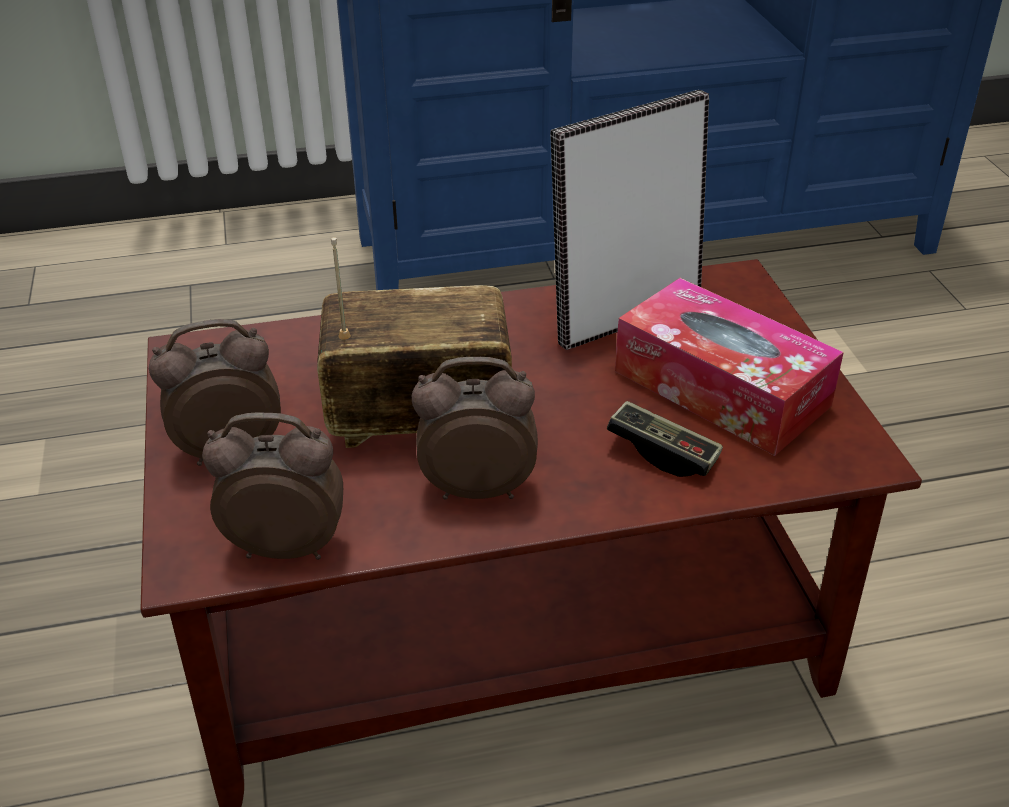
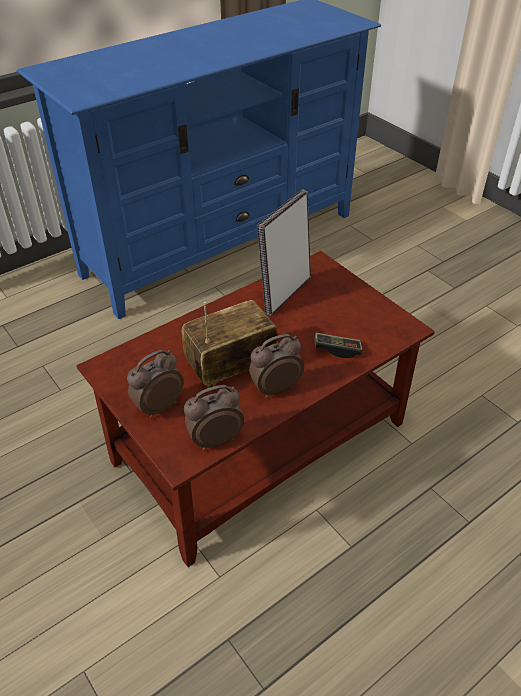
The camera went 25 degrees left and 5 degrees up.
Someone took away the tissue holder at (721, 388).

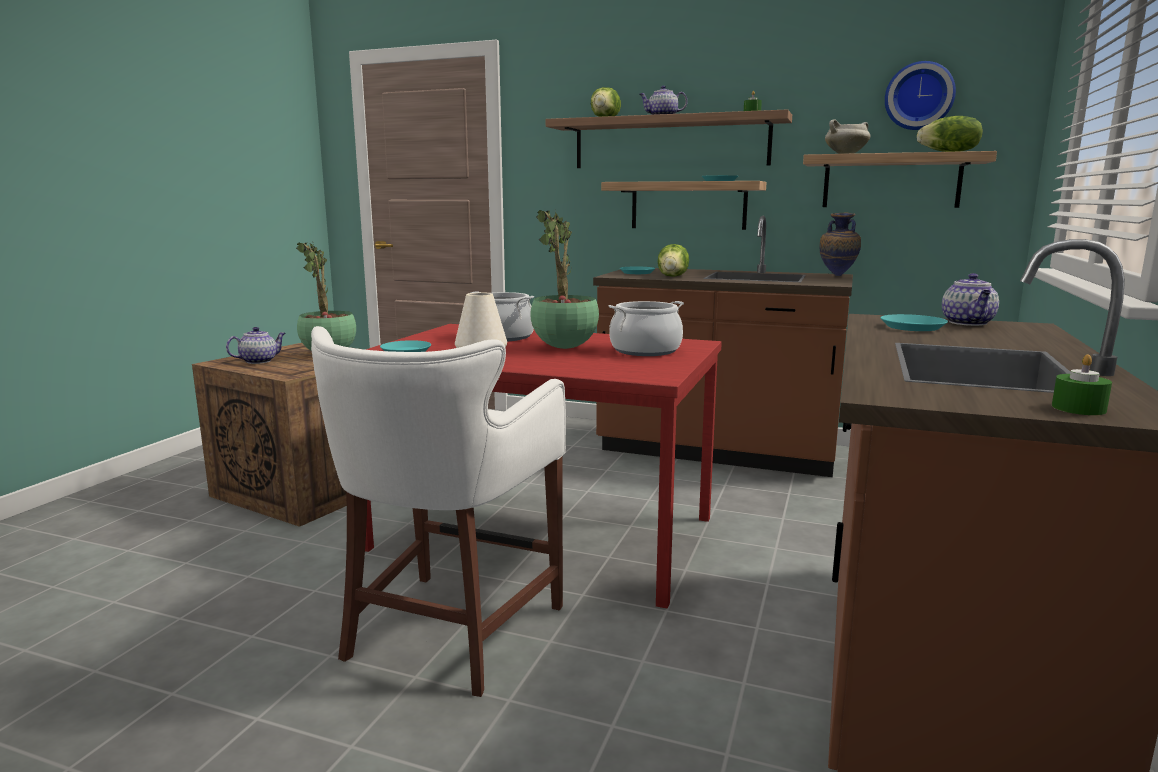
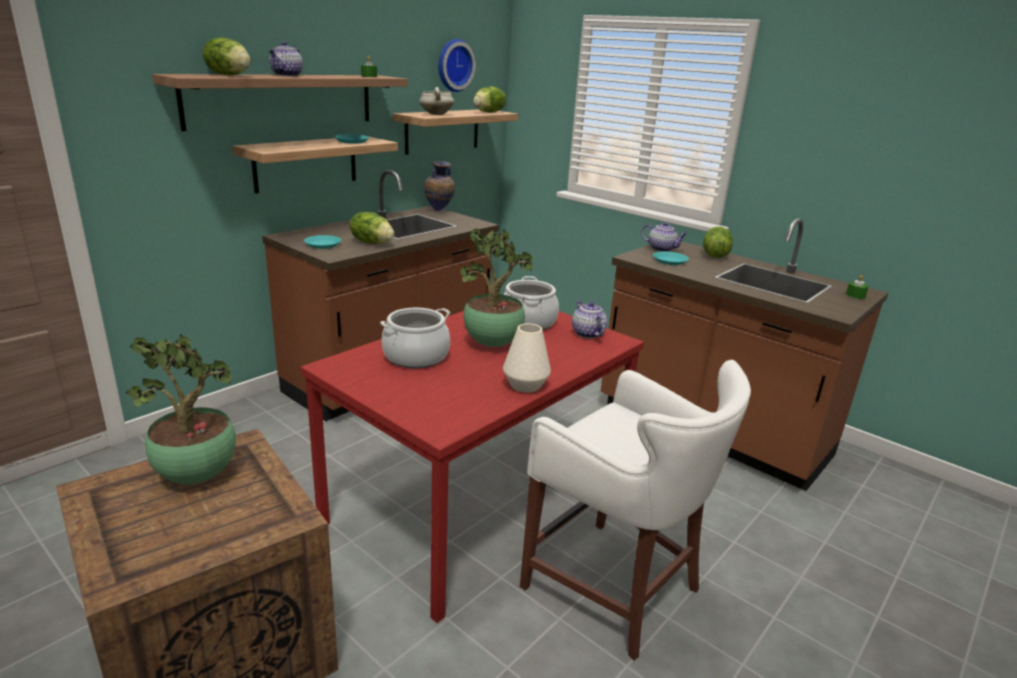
The camera went 70 degrees left and 10 degrees up.
Someone took away the blue-green dinner plate at (406, 351).
Someone put down the lettuce head at (714, 255).
Someone carried the teapot from (259, 361) to (587, 333).

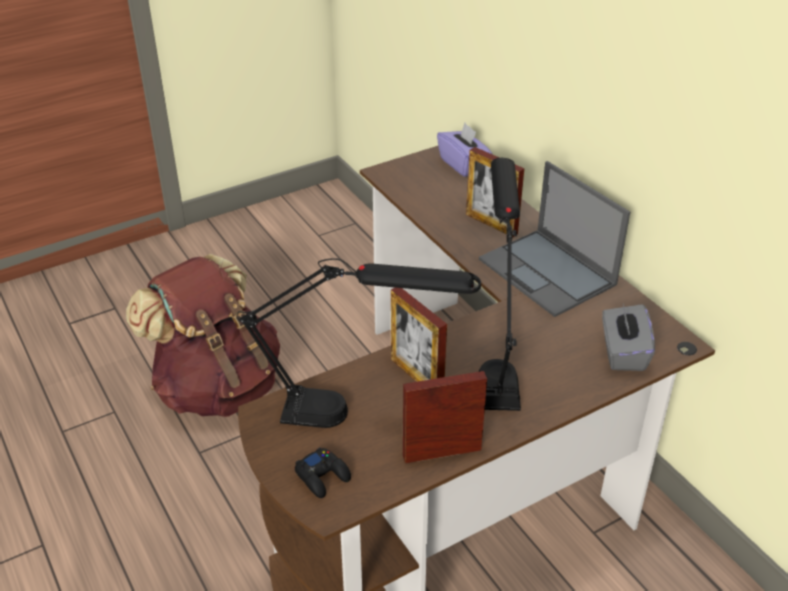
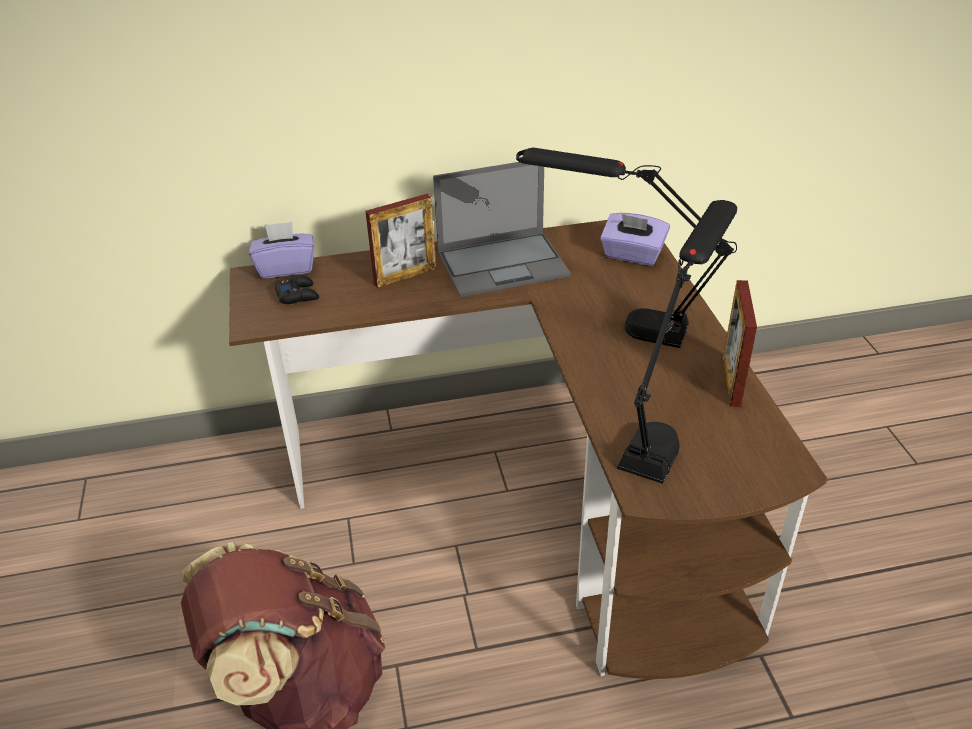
The camera went 70 degrees left and 0 degrees up.
Someone took away the picture frame at (416, 376).
Someone carried the black gamepad from (323, 476) to (298, 295).
Someone repainted the grey tissue holder at (623, 353), which became the purplish tissue holder at (632, 255).

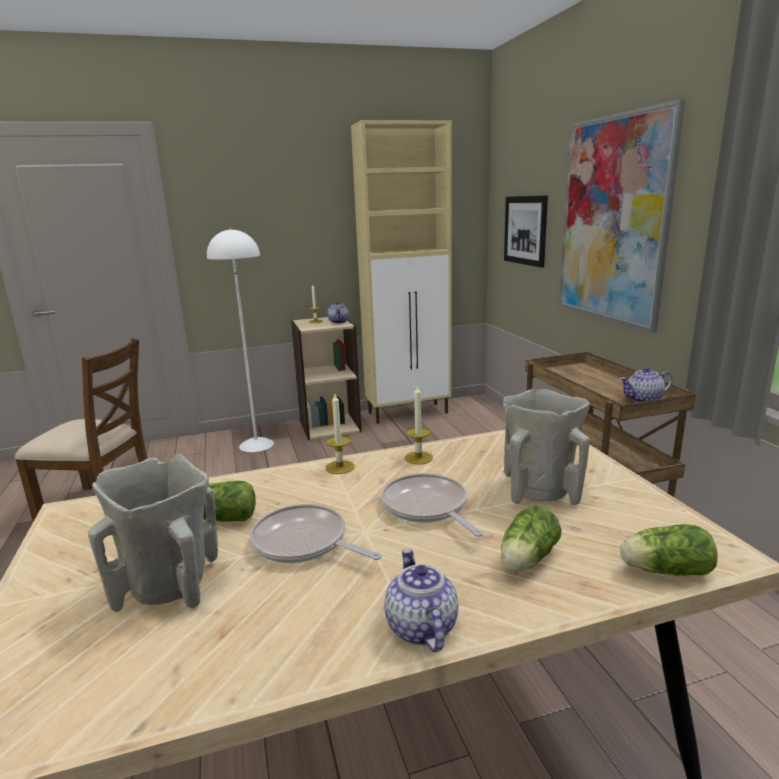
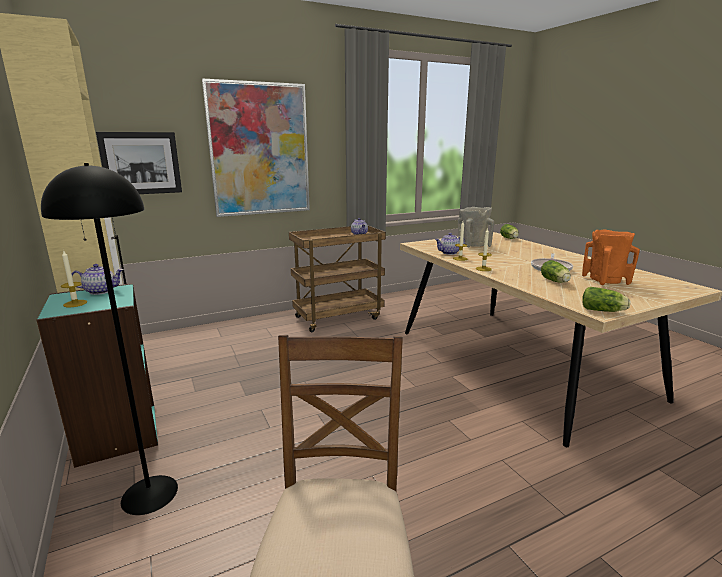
The camera went 100 degrees left and 0 degrees up.
Someone took away the pan at (427, 507).
Someone carried the teapot from (420, 627) to (449, 253).
Someone carried the lettuce head from (526, 560) to (604, 311).
Someone repainted the sand-coloured vase at (170, 587), which became the orange vase at (605, 281).
Someone repainted the whitish standard lamp at (257, 445), which became the black standard lamp at (150, 493).
Someone repainted the sand-coloured bookshelf at (329, 426), which became the blue-green bookshelf at (117, 434).

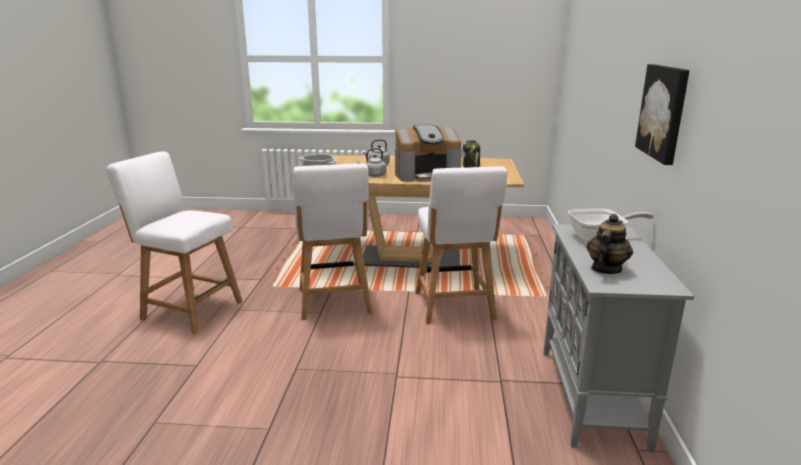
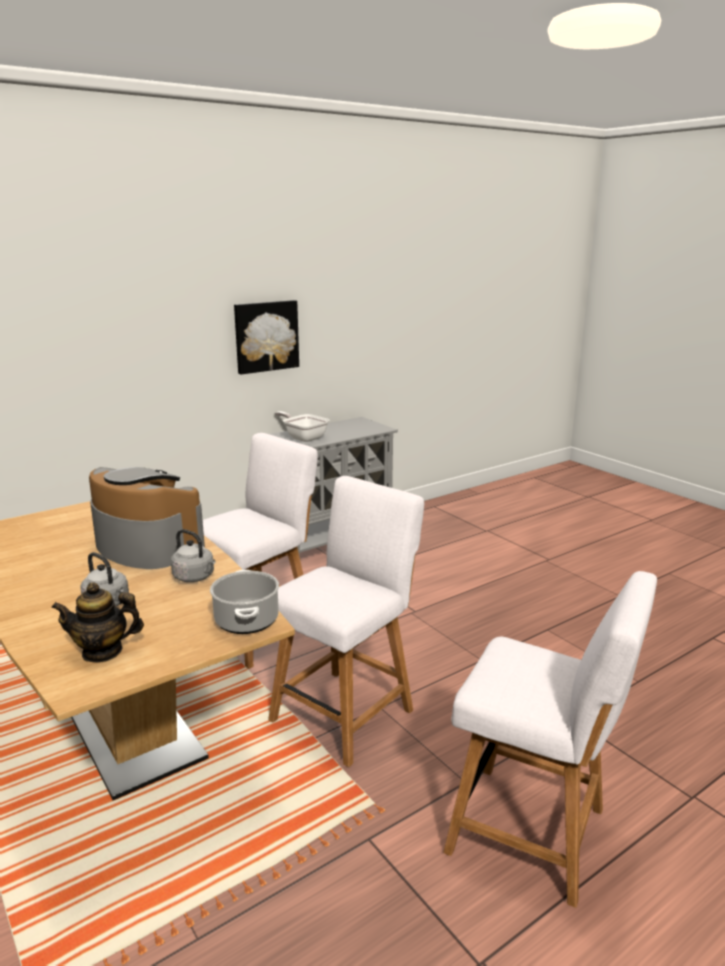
The camera went 130 degrees left and 0 degrees up.
Someone took away the storage jar at (471, 166).
Someone carried the teapot from (605, 269) to (102, 651).
Someone rotated the whitish plain chair at (189, 309) by 45 degrees counterclockwise.

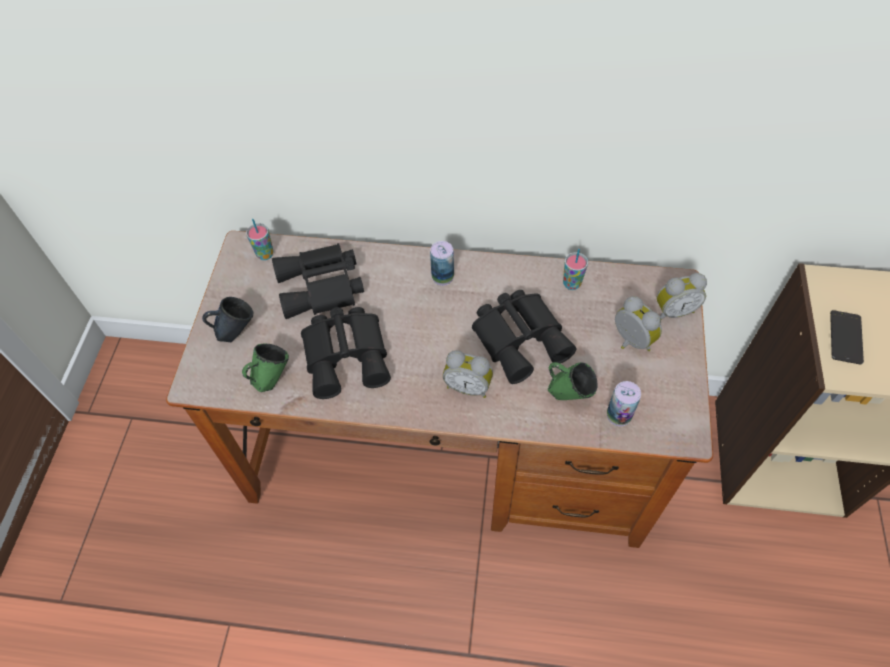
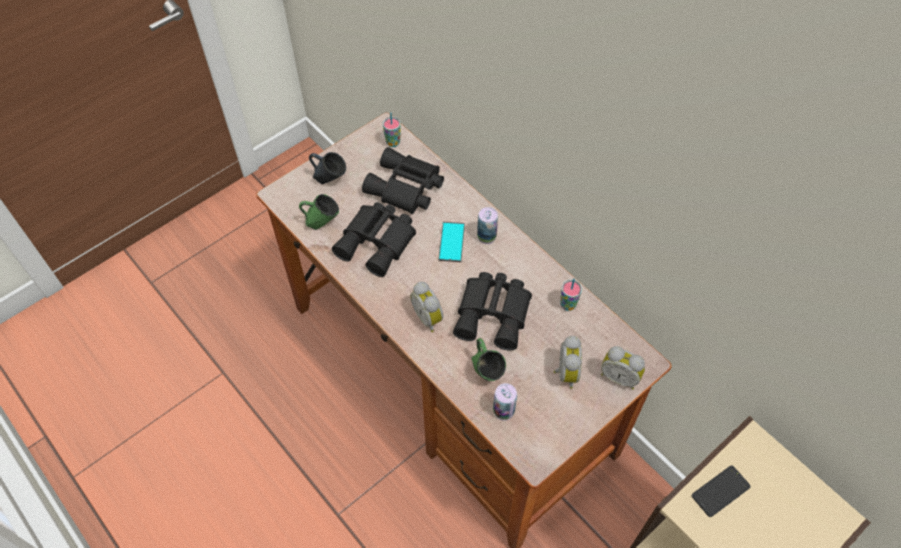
The camera went 40 degrees right and 0 degrees up.
Someone put down the telephone at (451, 242).

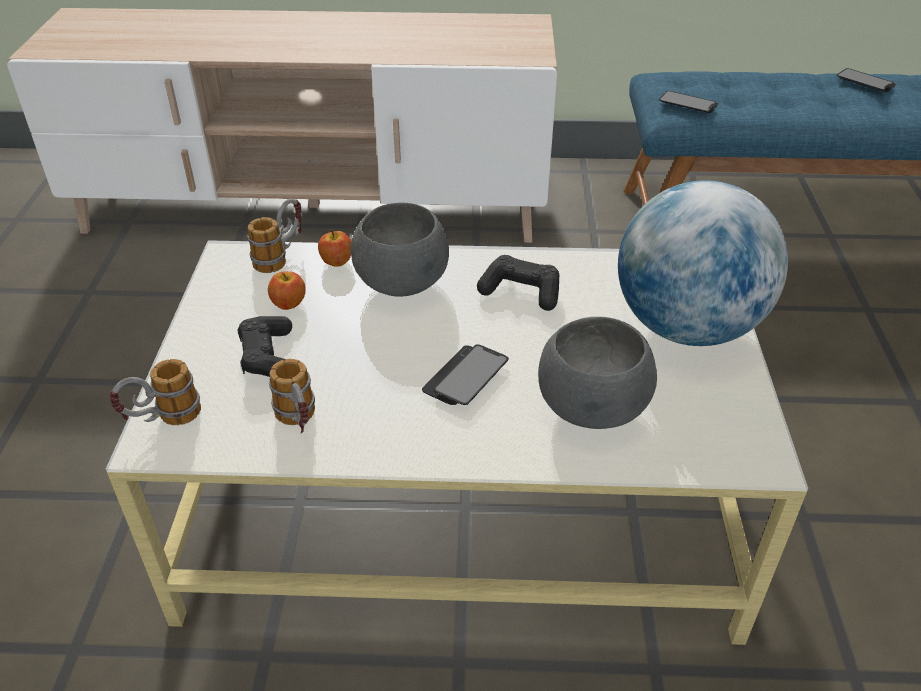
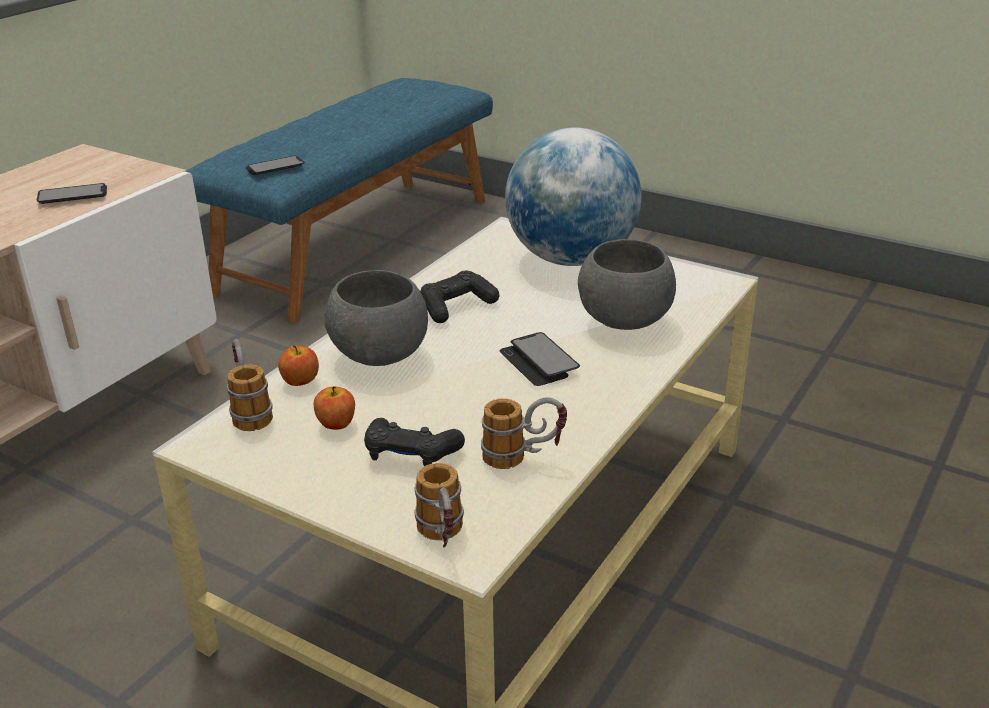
The camera went 60 degrees left and 10 degrees down.
Someone carried the telephone from (865, 82) to (73, 196).

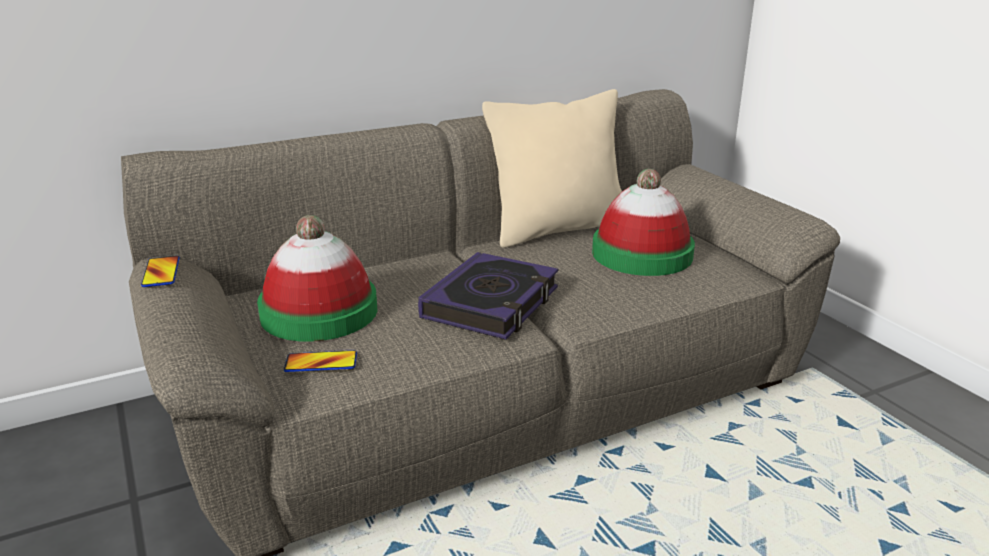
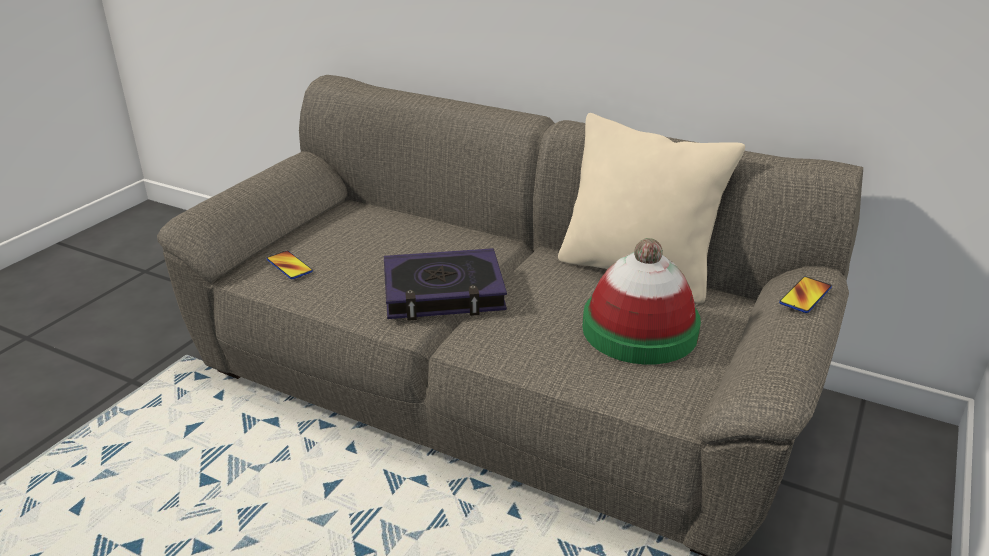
The camera went 55 degrees right and 5 degrees up.
Someone took away the clothing hat at (319, 312).
Someone carried the telephone from (161, 273) to (805, 296).

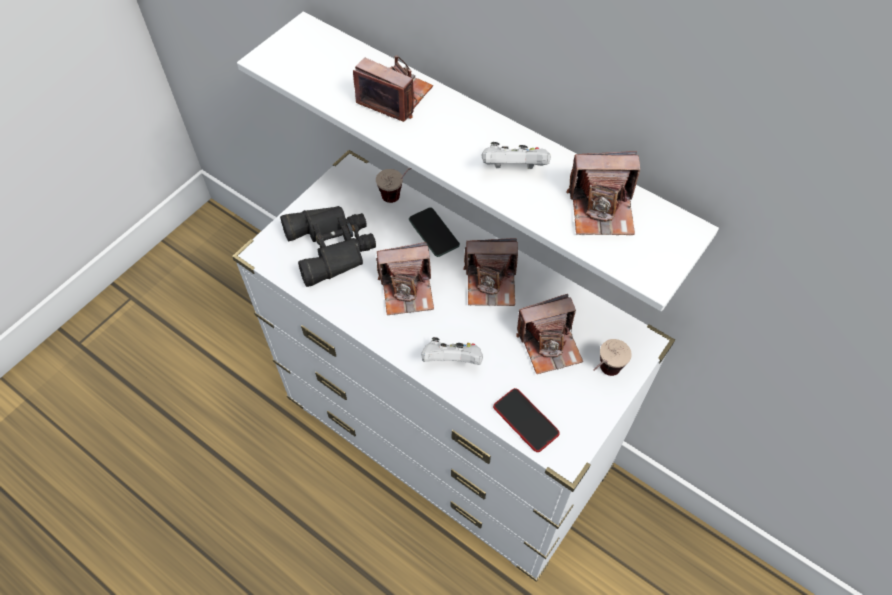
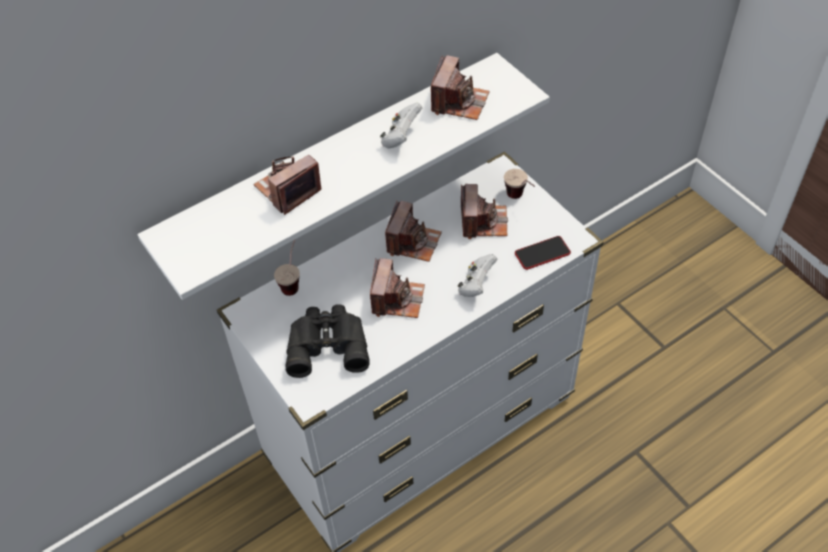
The camera went 70 degrees left and 5 degrees down.
Someone took away the telephone at (434, 232).

